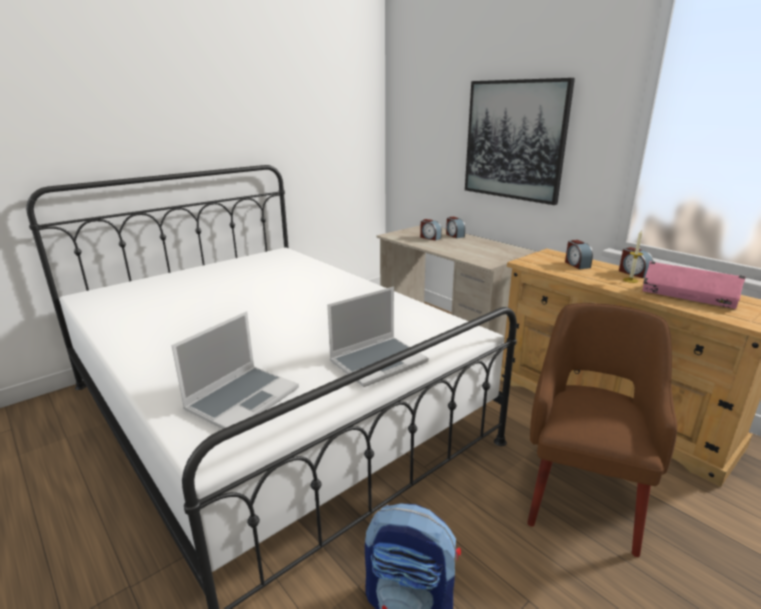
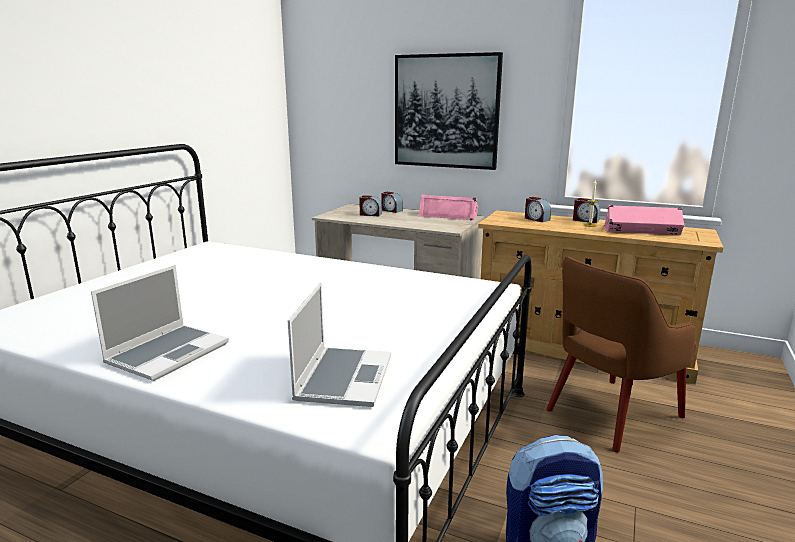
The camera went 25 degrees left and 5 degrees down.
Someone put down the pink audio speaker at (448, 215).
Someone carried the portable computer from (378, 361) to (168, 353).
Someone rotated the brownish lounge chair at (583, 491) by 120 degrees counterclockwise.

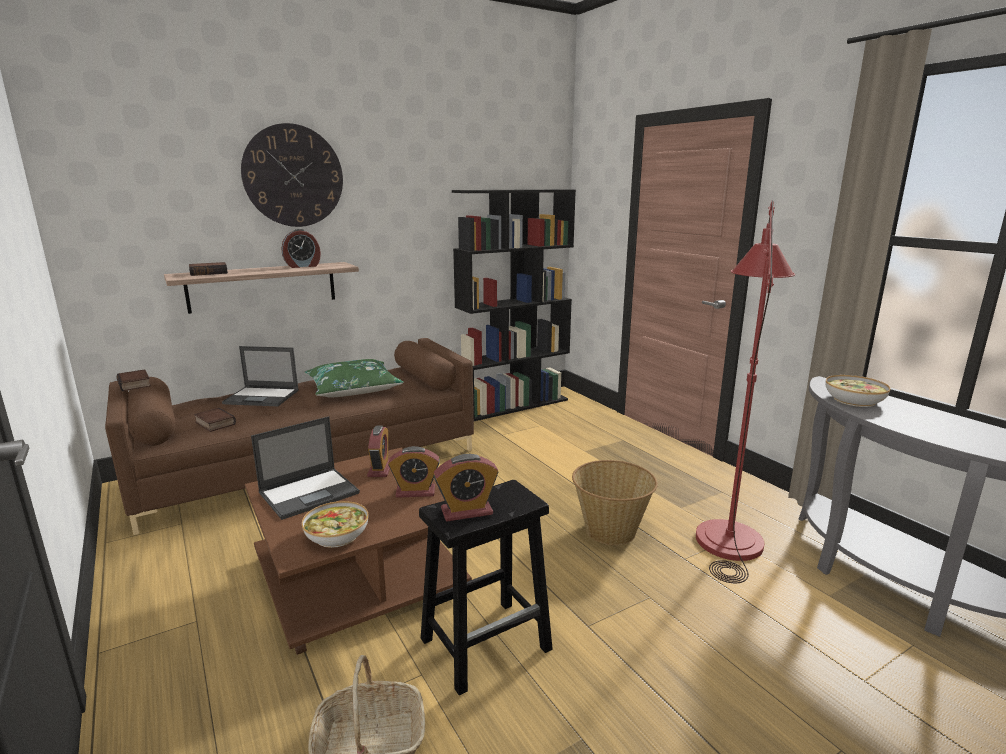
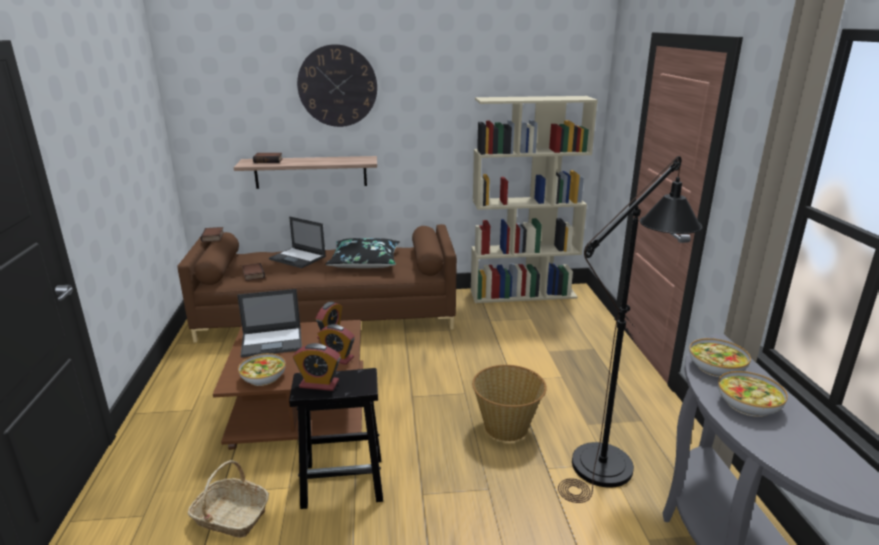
The camera went 25 degrees right and 5 degrees up.
Someone took away the bedside clock at (303, 266).
Someone put down the bowl at (747, 404).
Someone repainted the green pillow at (353, 389), which became the black pillow at (365, 262).
Someone repainted the black bookshelf at (514, 405), which became the sand-coloured bookshelf at (523, 294).
Someone repainted the reddish standard lamp at (729, 531), which became the black standard lamp at (611, 457).

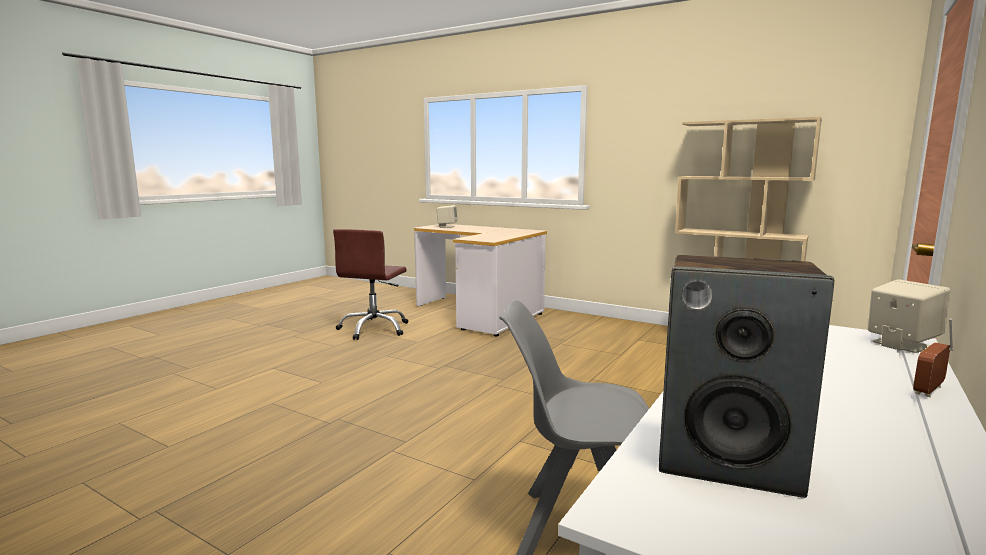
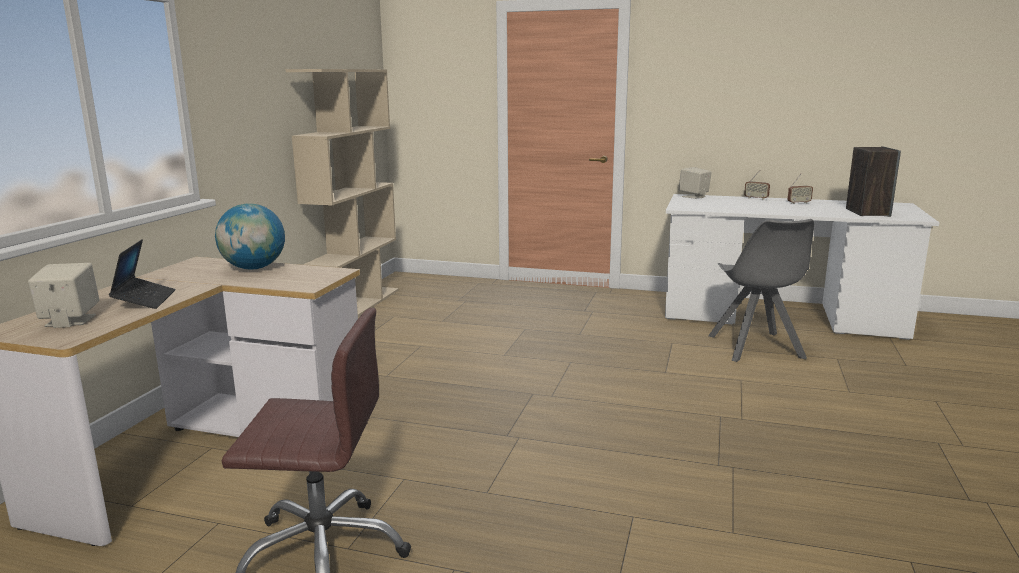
The camera went 105 degrees left and 5 degrees up.
Someone put down the portable computer at (144, 300).
Someone put down the world globe at (254, 268).
Someone put down the radio receiver at (799, 203).

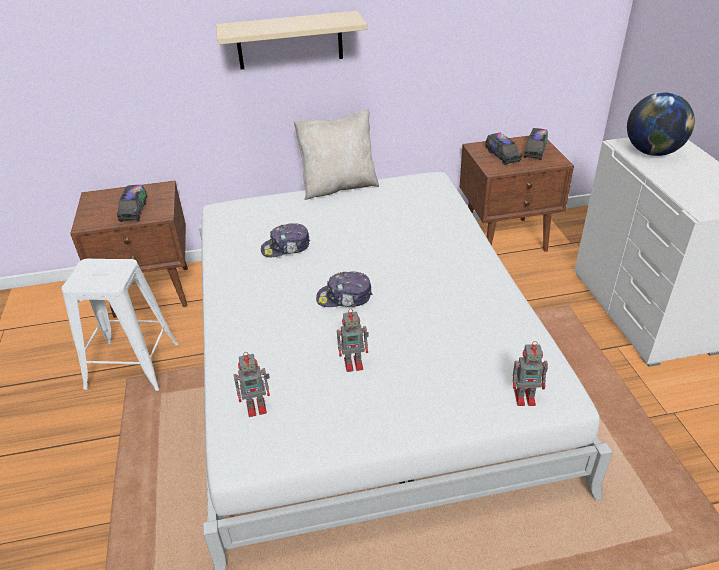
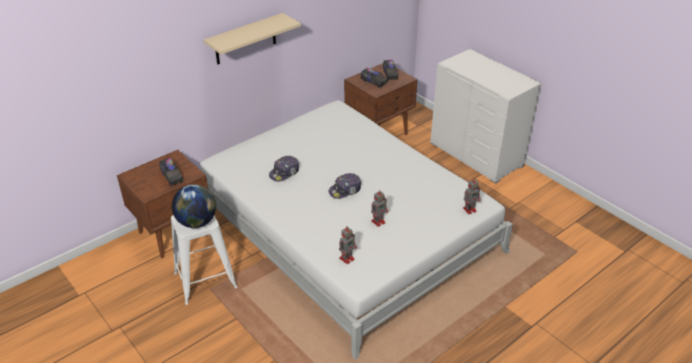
The camera went 30 degrees left and 0 degrees up.
Someone took away the sand-coloured pillow at (338, 187).
Someone carried the world globe from (652, 152) to (197, 222).

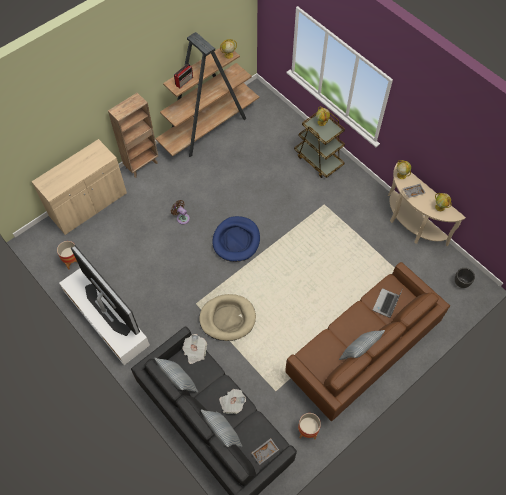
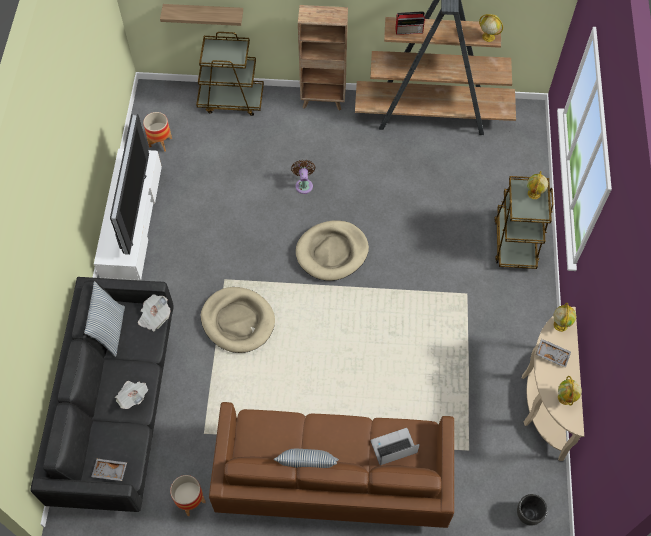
The camera went 45 degrees right and 0 degrees up.
Someone took away the pillow at (222, 433).
Someone put up the wall shelf at (204, 14).
Someone swapped the sand-coloured storage cabinet at (88, 205) for the brownish wheeled cart at (231, 100).
Someone repainted the blue-coloured dog bed at (236, 240), which became the sand-coloured dog bed at (332, 252).

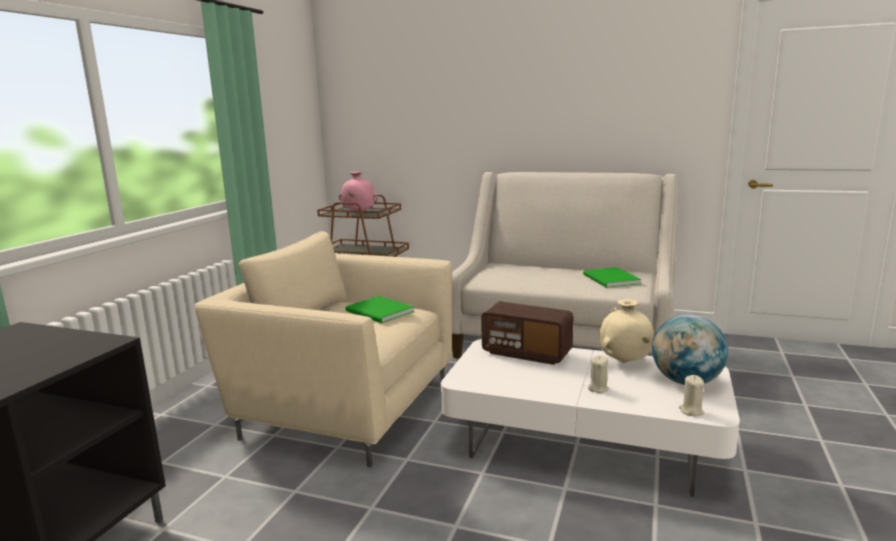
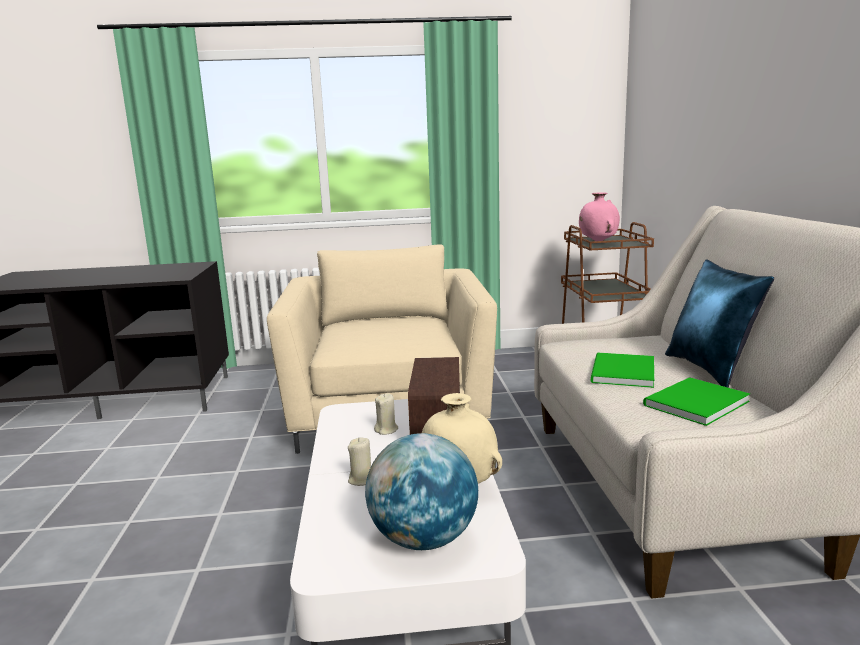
The camera went 65 degrees right and 0 degrees up.
Someone put down the blue-coloured pillow at (711, 370).
Someone carried the green bound book from (379, 312) to (621, 373).
Someone carried the sand-coloured wax candle from (691, 411) to (386, 430).

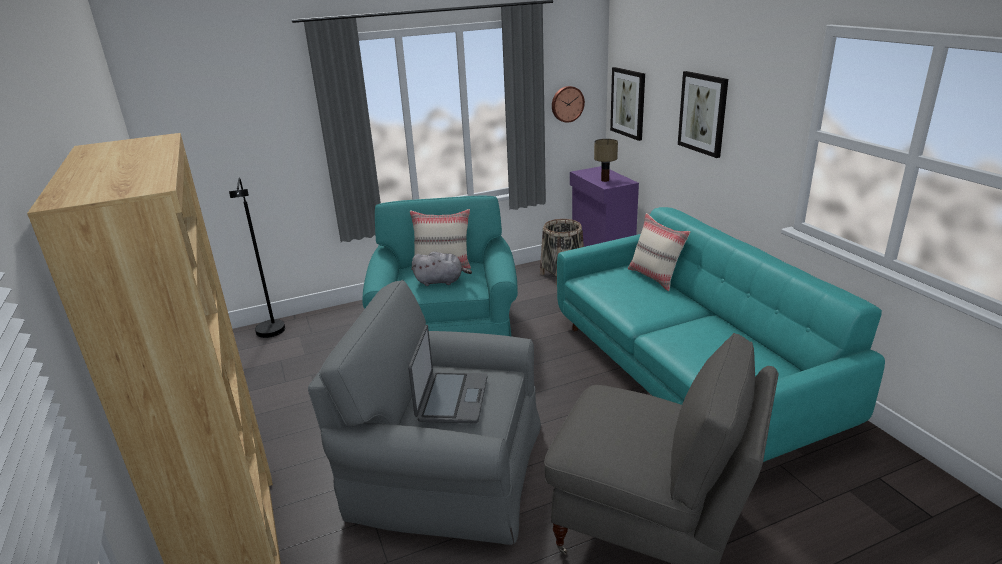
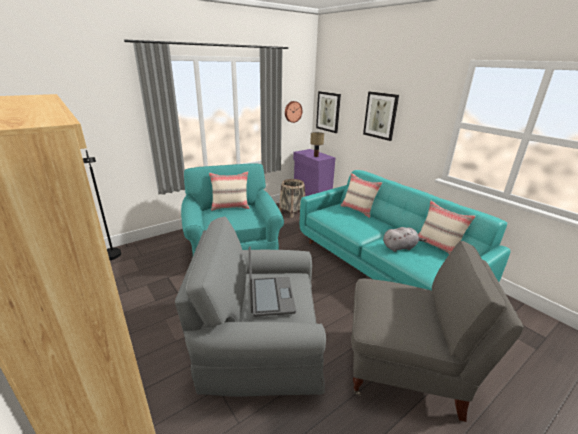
The camera went 15 degrees left and 0 degrees up.
Someone put down the sand-coloured pillow at (438, 246).
Someone carried the grey cuddly toy from (441, 281) to (400, 247).

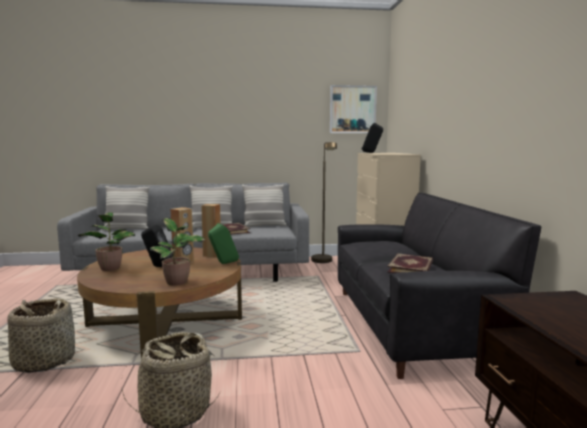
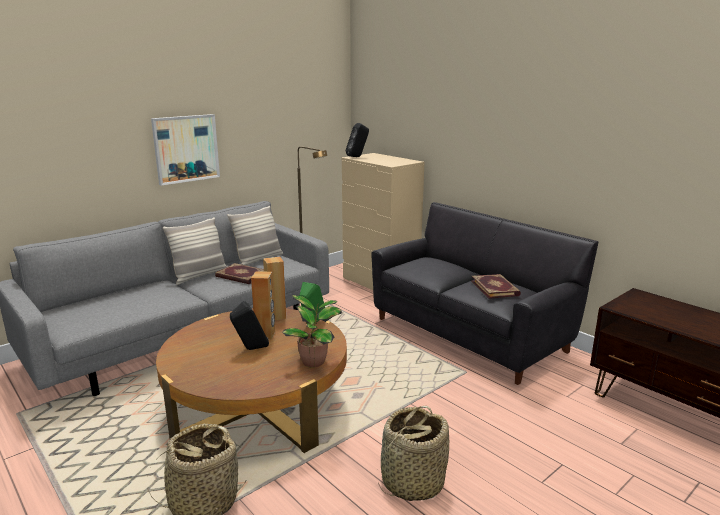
The camera went 35 degrees left and 10 degrees up.
Someone took away the houseplant at (110, 268).
Someone took away the pillow at (127, 229).
Someone carried the wall picture from (352, 109) to (186, 148).

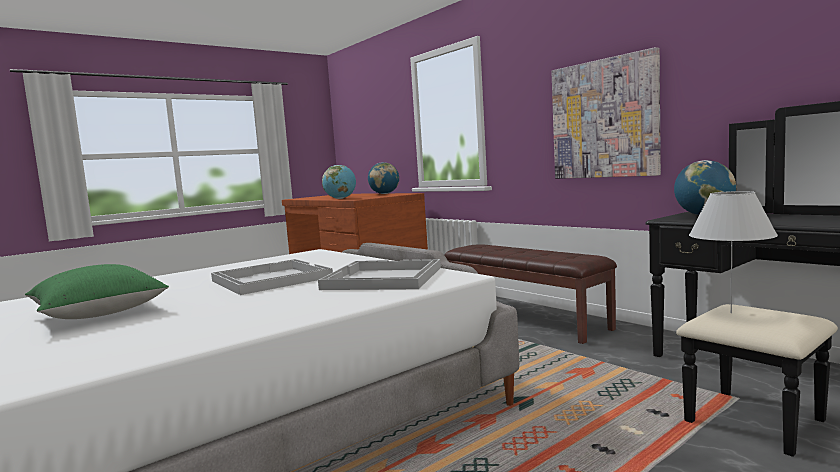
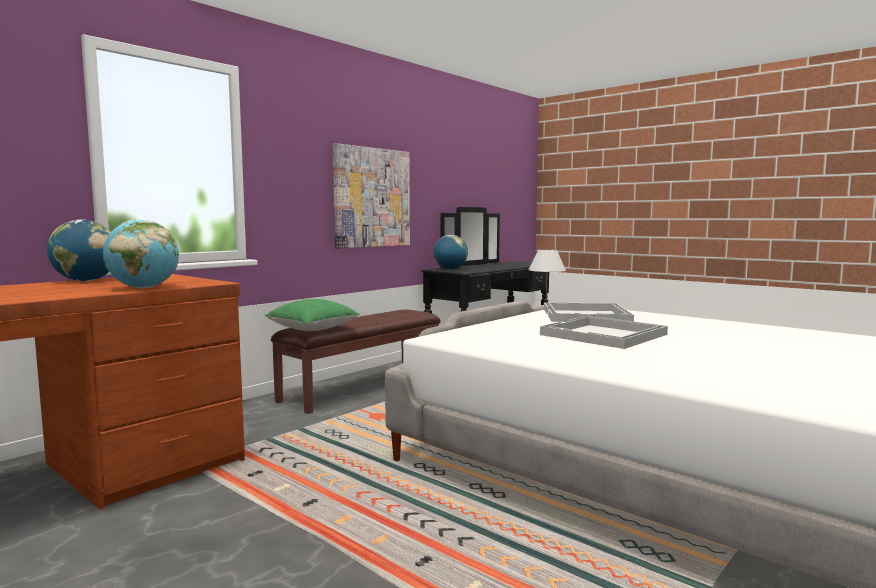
The camera went 100 degrees left and 0 degrees up.
Someone carried the green pillow from (99, 314) to (312, 329).

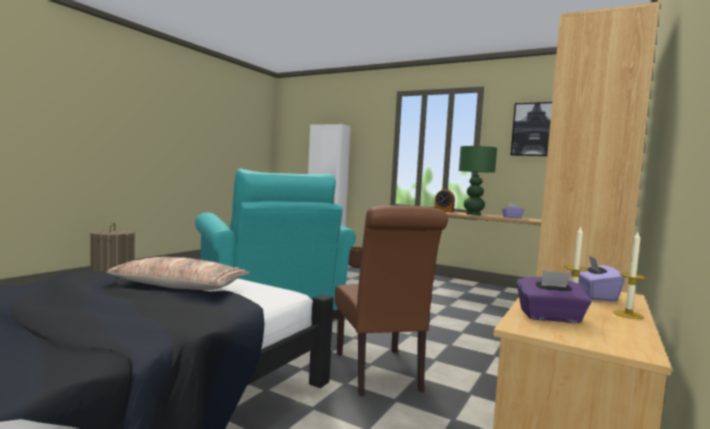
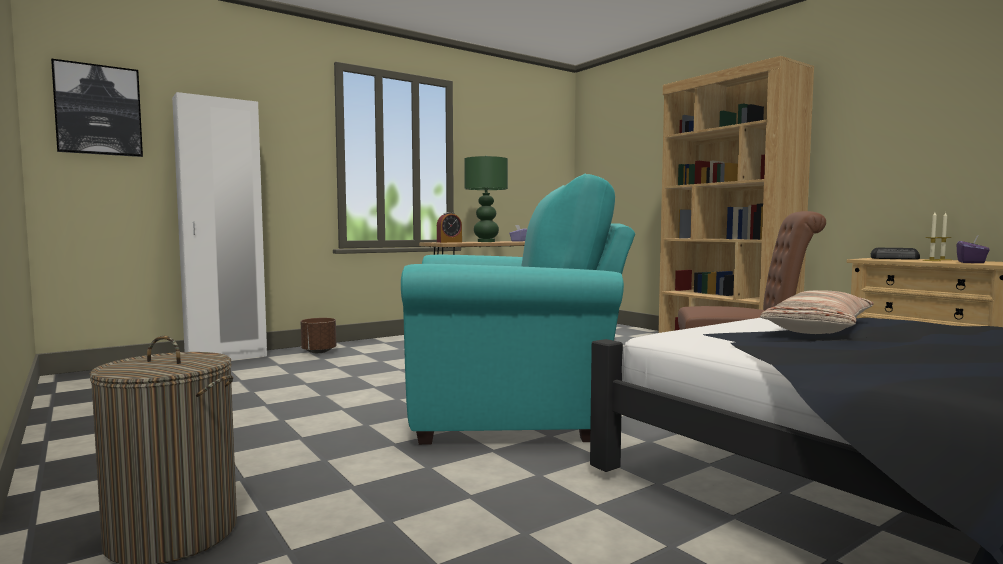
The camera went 65 degrees left and 0 degrees up.
Someone carried the wall picture from (535, 129) to (98, 110).
Someone swapped the purplish tissue holder at (593, 295) for the radio receiver at (895, 258).

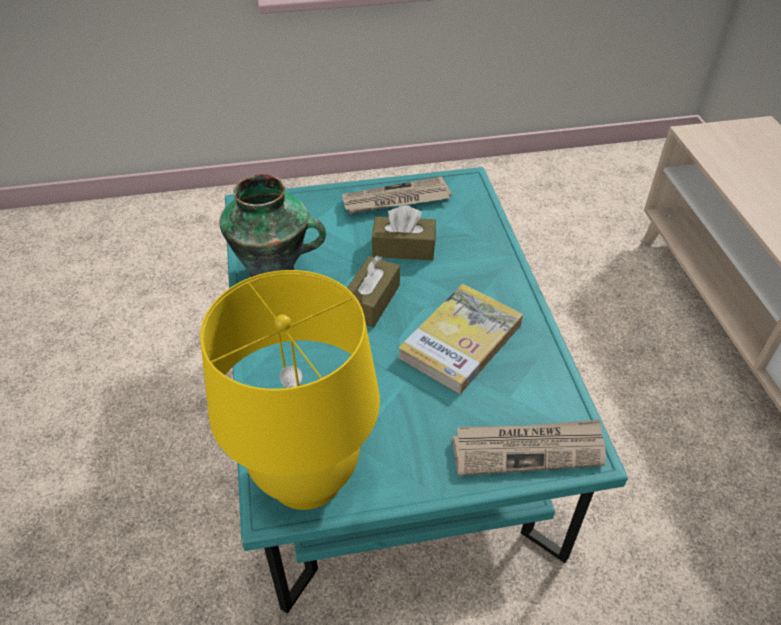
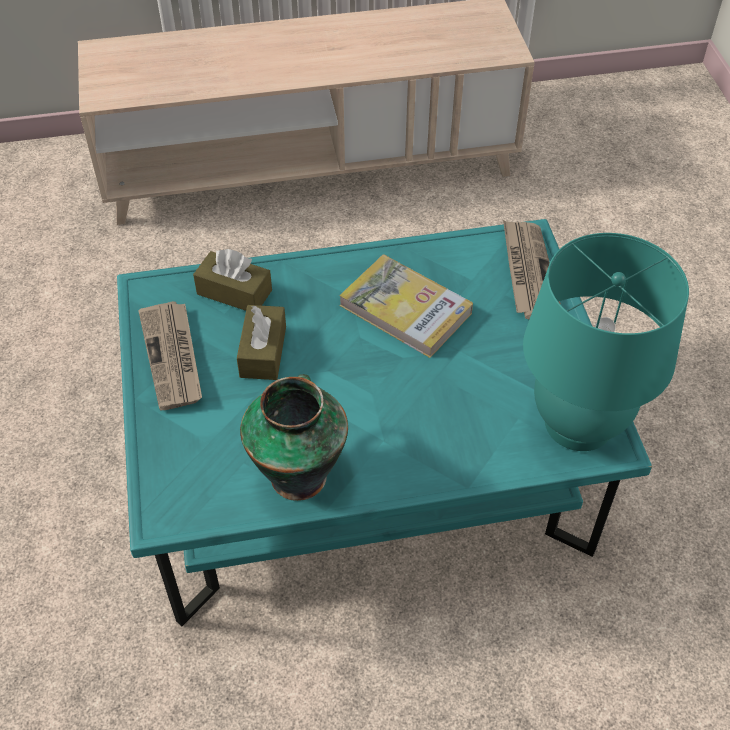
The camera went 90 degrees left and 5 degrees up.
Someone carried the brownish tissue holder from (371, 301) to (234, 292).
Someone repainted the yellow-coloured lamp for a table at (306, 476), which became the blue-green lamp for a table at (578, 423).

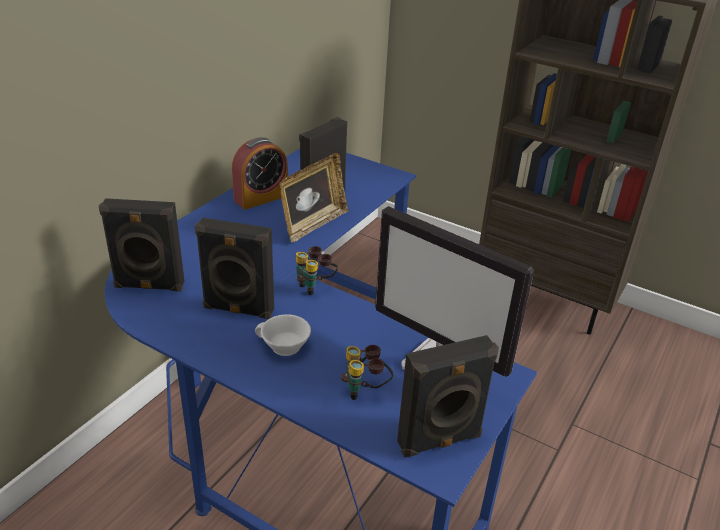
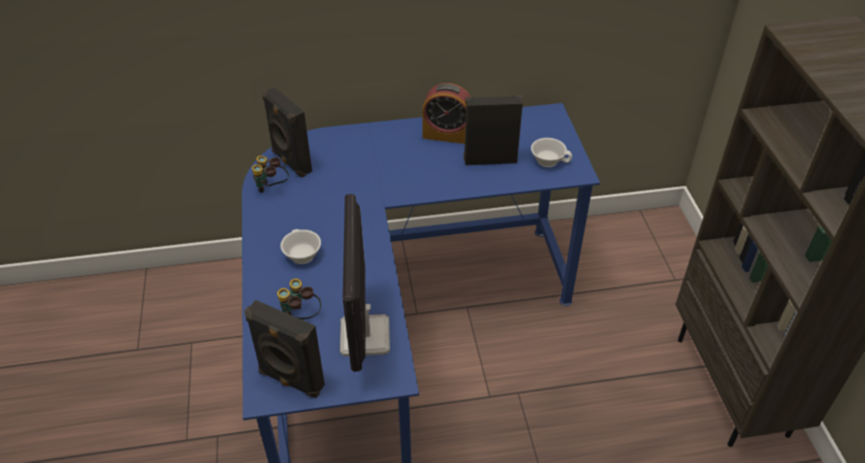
The camera went 50 degrees right and 10 degrees up.
Someone took away the black audio speaker at (238, 310).
Someone took away the picture frame at (313, 224).
Someone put down the whitish small cup at (548, 160).
Someone carried the pair of binoculars from (315, 286) to (272, 188).

